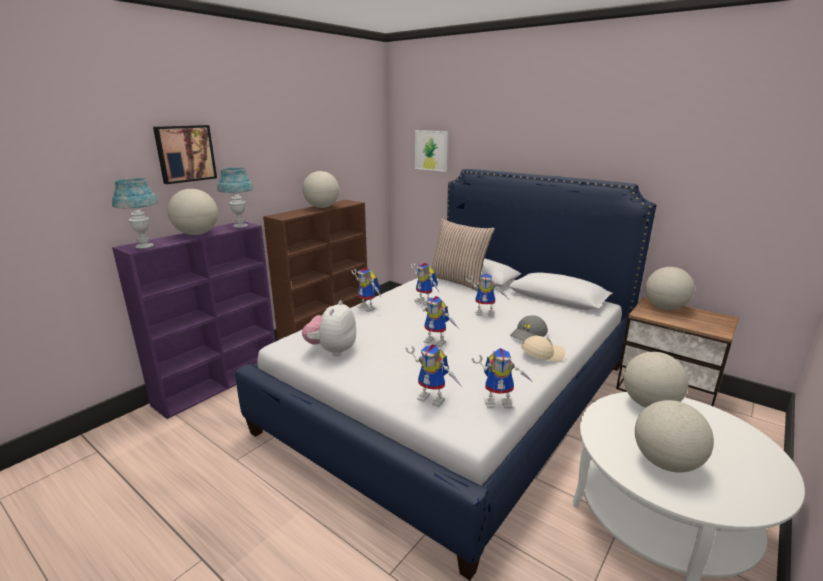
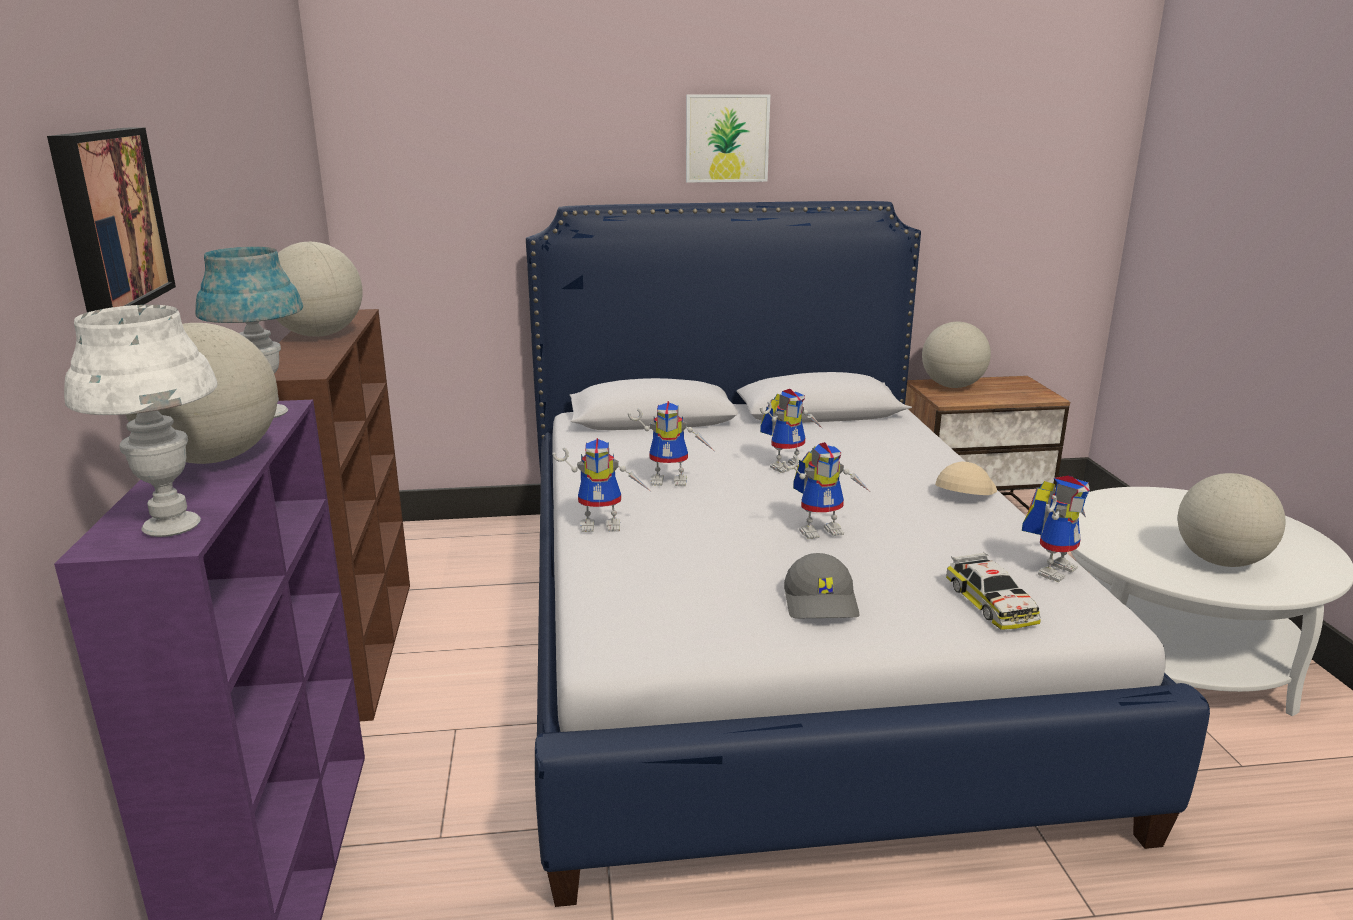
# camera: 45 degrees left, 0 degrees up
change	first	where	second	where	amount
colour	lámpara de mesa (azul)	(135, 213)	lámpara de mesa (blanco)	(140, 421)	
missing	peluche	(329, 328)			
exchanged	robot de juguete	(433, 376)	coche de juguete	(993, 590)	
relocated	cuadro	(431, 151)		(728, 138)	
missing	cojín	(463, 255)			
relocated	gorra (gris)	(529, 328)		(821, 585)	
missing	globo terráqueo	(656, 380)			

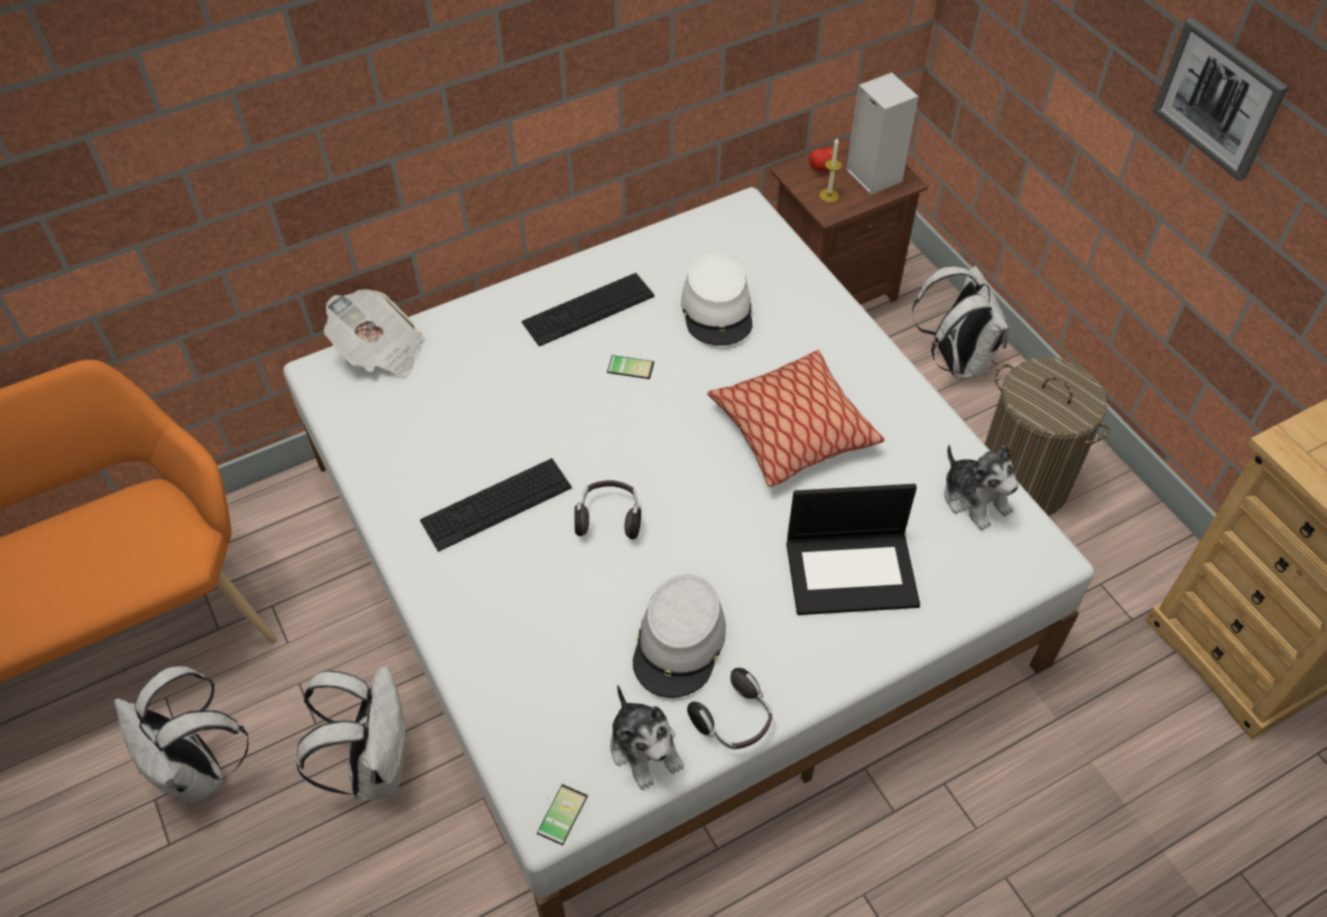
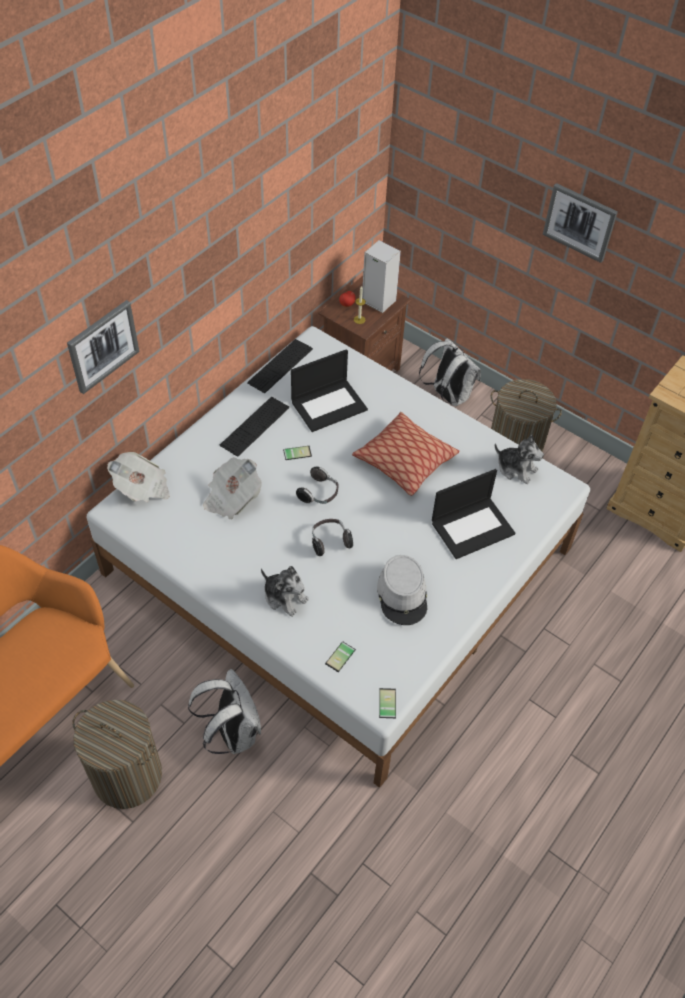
# camera: 25 degrees left, 0 degrees up
change	first	where	second	where	amount
exchanged	mochila (blanco)	(181, 735)	cesto de la ropa	(117, 754)	
relocated	teclado	(496, 505)		(280, 366)	
relocated	peluche	(647, 737)		(285, 591)	
exchanged	sombrero (blanco)	(717, 299)	portátil	(329, 390)	
relocated	auriculares	(729, 709)		(317, 485)	
appeared			cuadro	(103, 347)	
appeared			periódico	(232, 488)	
appeared			móvil	(340, 656)	

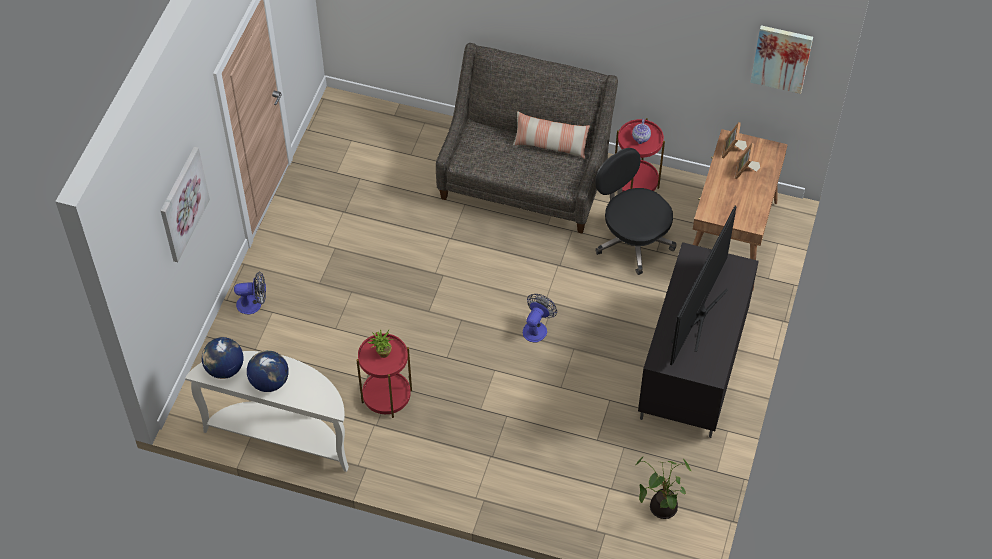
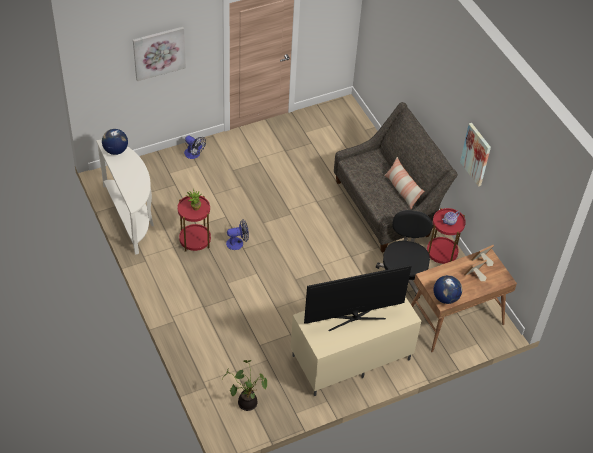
# camera: 45 degrees right, 5 degrees down
change	first	where	second	where	amount
relocated	globo terráqueo	(268, 371)		(447, 289)	
relocated	ventilador	(540, 318)		(237, 234)	
colour	mueble de televisión (negro)	(698, 340)	mueble de televisión (beis)	(356, 346)	
relocated	cuadro	(781, 59)		(475, 155)	

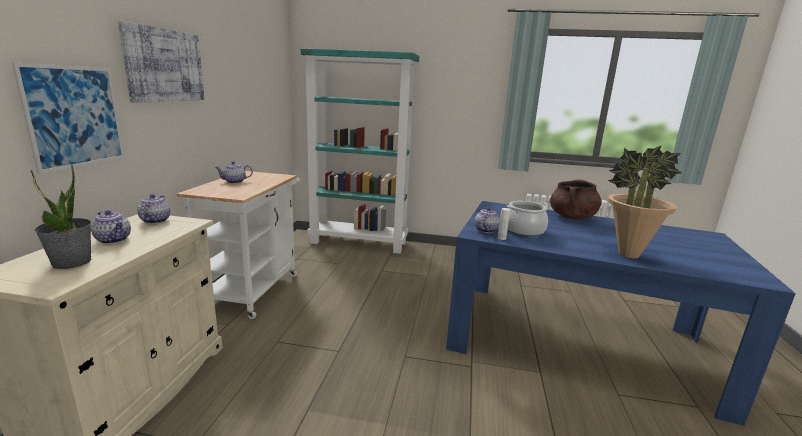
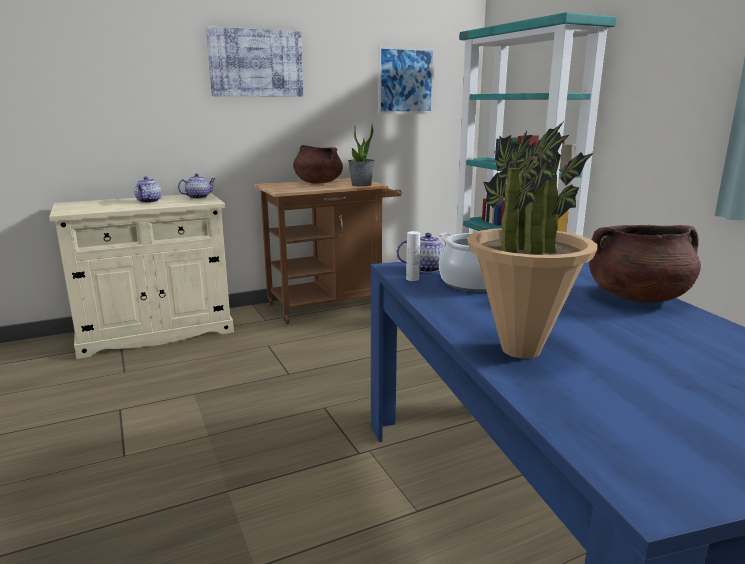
# camera: 55 degrees right, 0 degrees up
change	first	where	second	where	amount
relocated	cuadro	(68, 118)		(406, 80)	
relocated	planta en maceta	(61, 217)		(361, 155)	
colour	carrito (blanco)	(238, 245)	carrito (marrón)	(328, 251)	
exchanged	tetera	(234, 172)	olla (marrón)	(318, 164)	

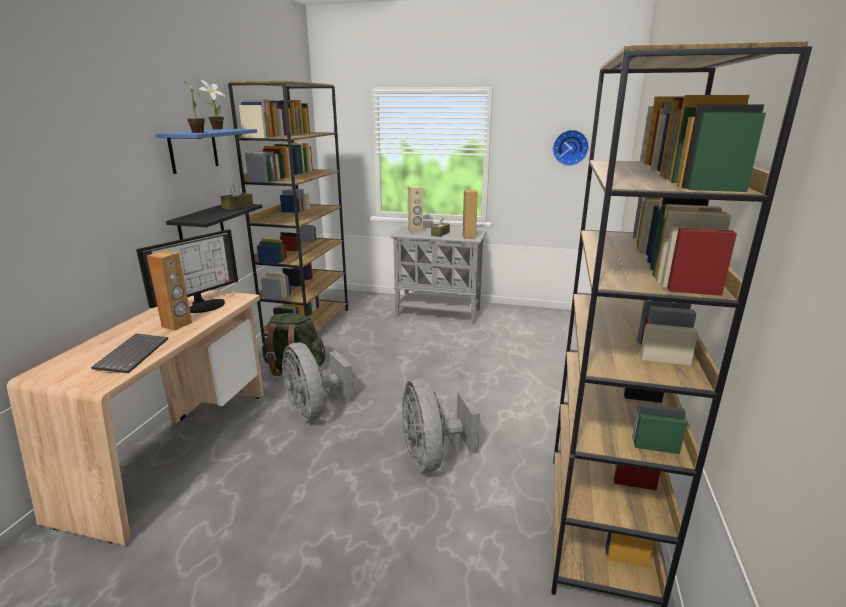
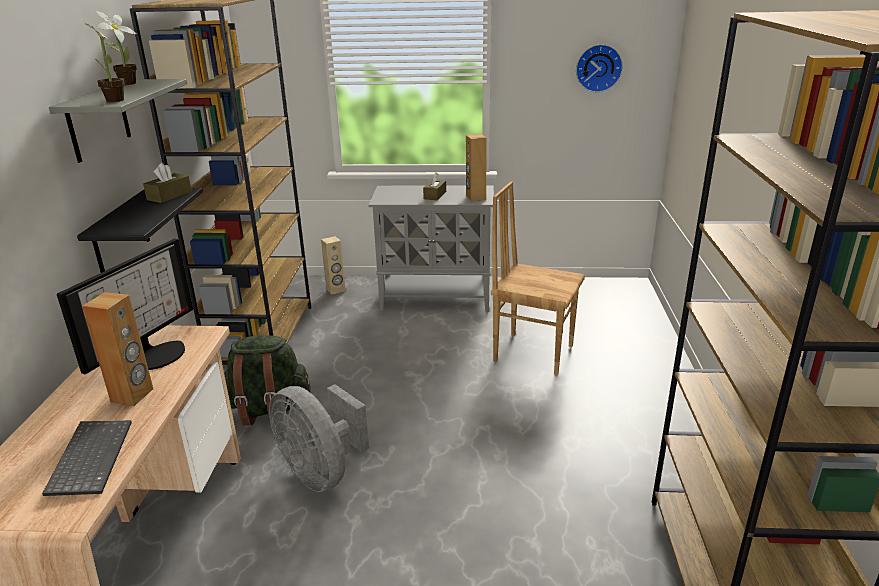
# camera: 10 degrees left, 5 degrees up
change	first	where	second	where	amount
colour	estante (azul)	(206, 151)	estante (gris)	(118, 121)	
missing	ventilador (gris)	(441, 425)			
relocated	altavoz (beis)	(415, 209)		(333, 265)	
appeared			silla (marrón)	(538, 278)	

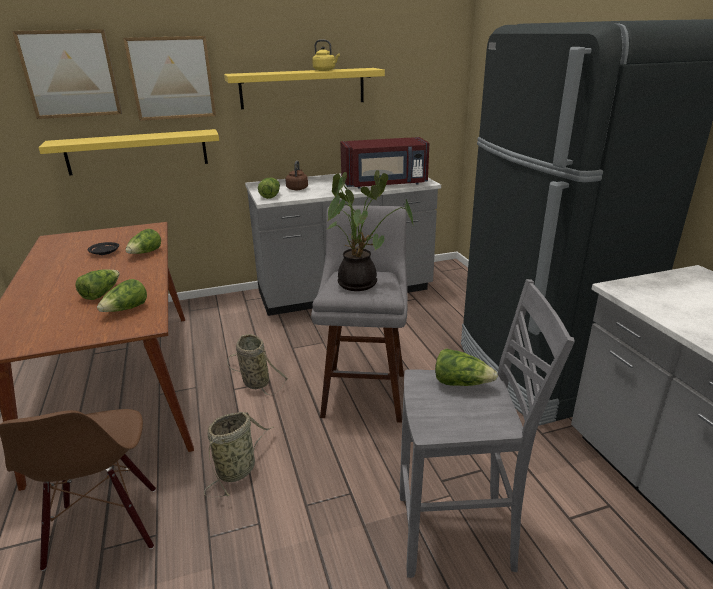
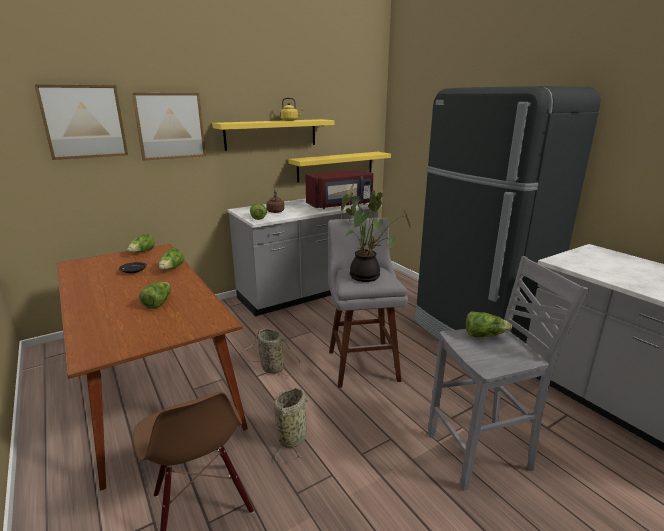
# camera: 15 degrees left, 5 degrees down
change	first	where	second	where	amount
relocated	estante (amarillo)	(128, 152)		(339, 167)	
relocated	lechuga	(122, 295)		(141, 243)	

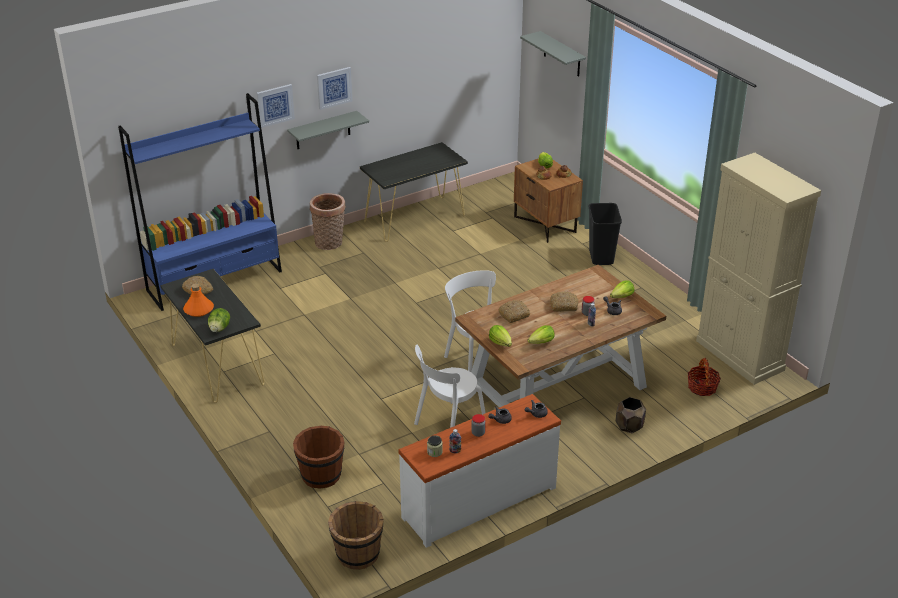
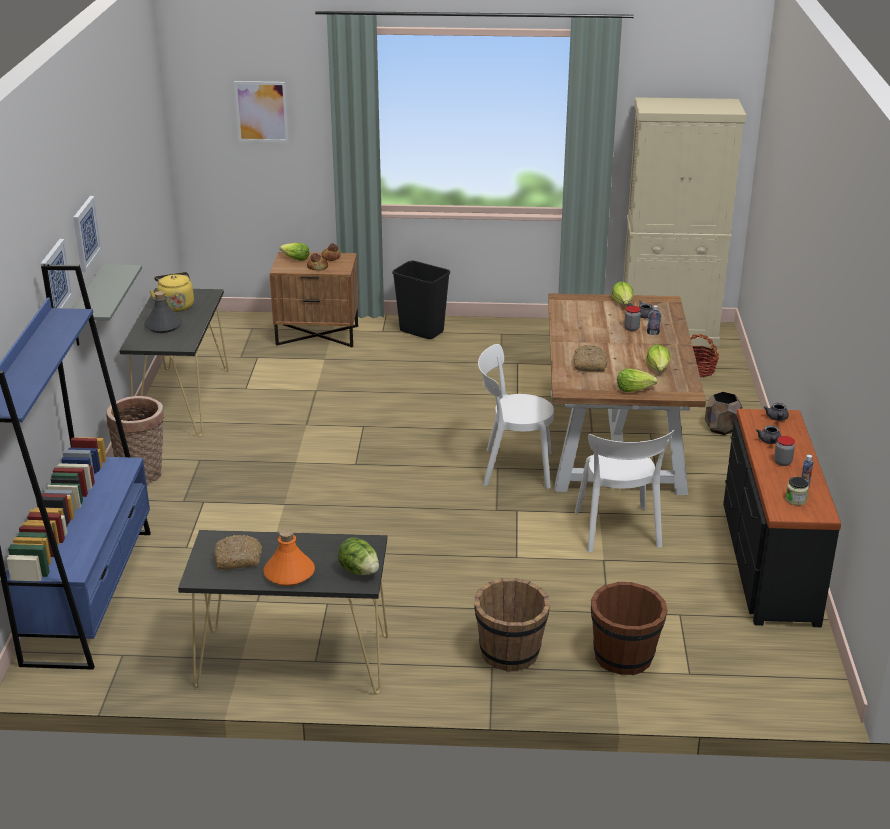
# camera: 55 degrees left, 5 degrees down
change	first	where	second	where	amount
relocated	cubo (marrón)	(356, 535)		(512, 625)	
colour	cómoda (blanco)	(480, 471)	cómoda (negro)	(782, 518)	
exchanged	estante (gris)	(553, 54)	cuadro	(261, 111)	
missing	pan	(564, 301)			
appeared			botella (gris)	(163, 312)	
appeared			hervidor (amarillo)	(172, 292)	

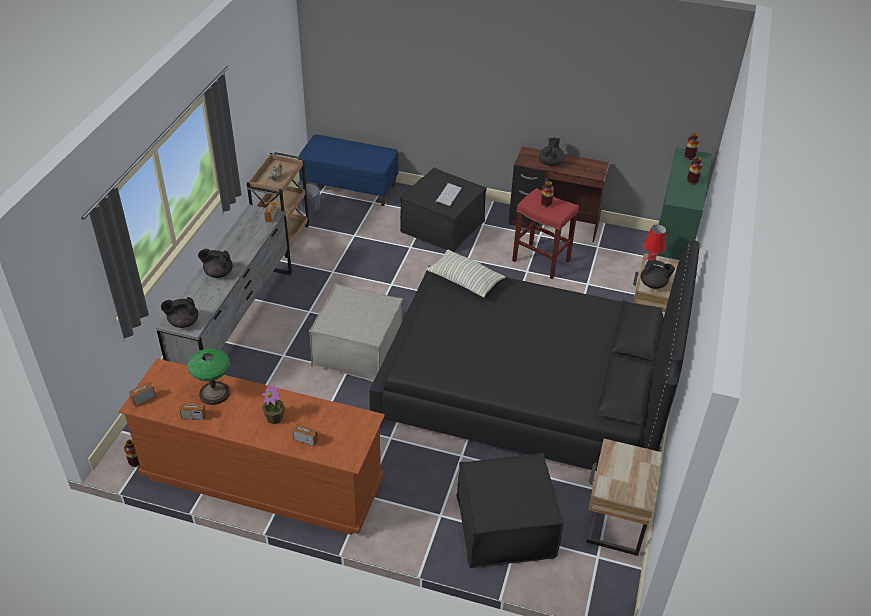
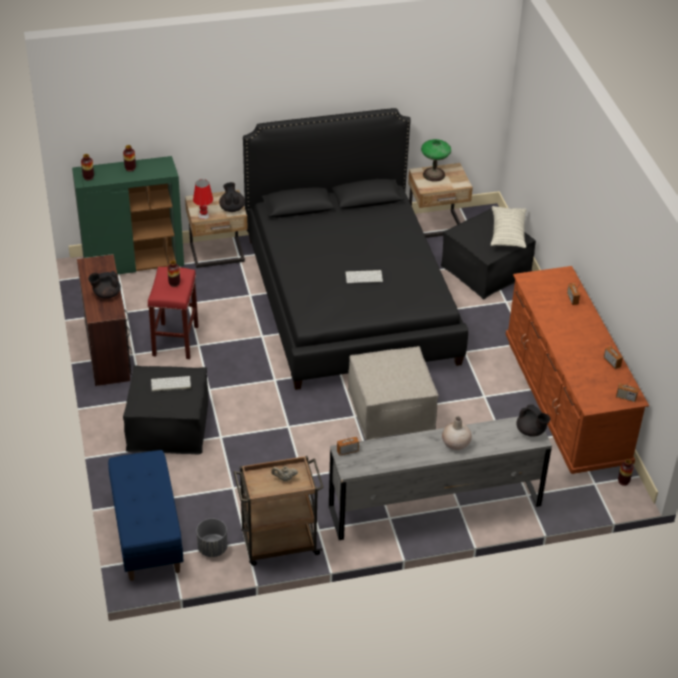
# camera: 120 degrees left, 0 degrees up
change	first	where	second	where	amount
relocated	lámpara de mesa	(209, 376)		(436, 160)	
exchanged	tetera (negro)	(215, 263)	florero (beis)	(457, 433)	
missing	planta en maceta	(273, 404)			
relocated	cojín	(465, 273)		(508, 227)	
appeared			teclado	(364, 276)	

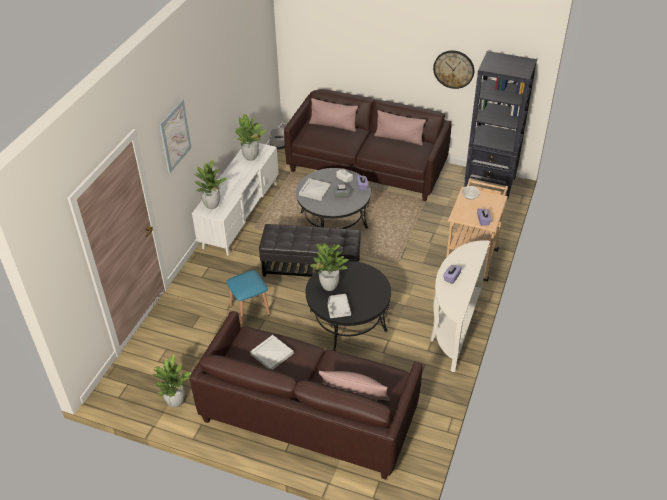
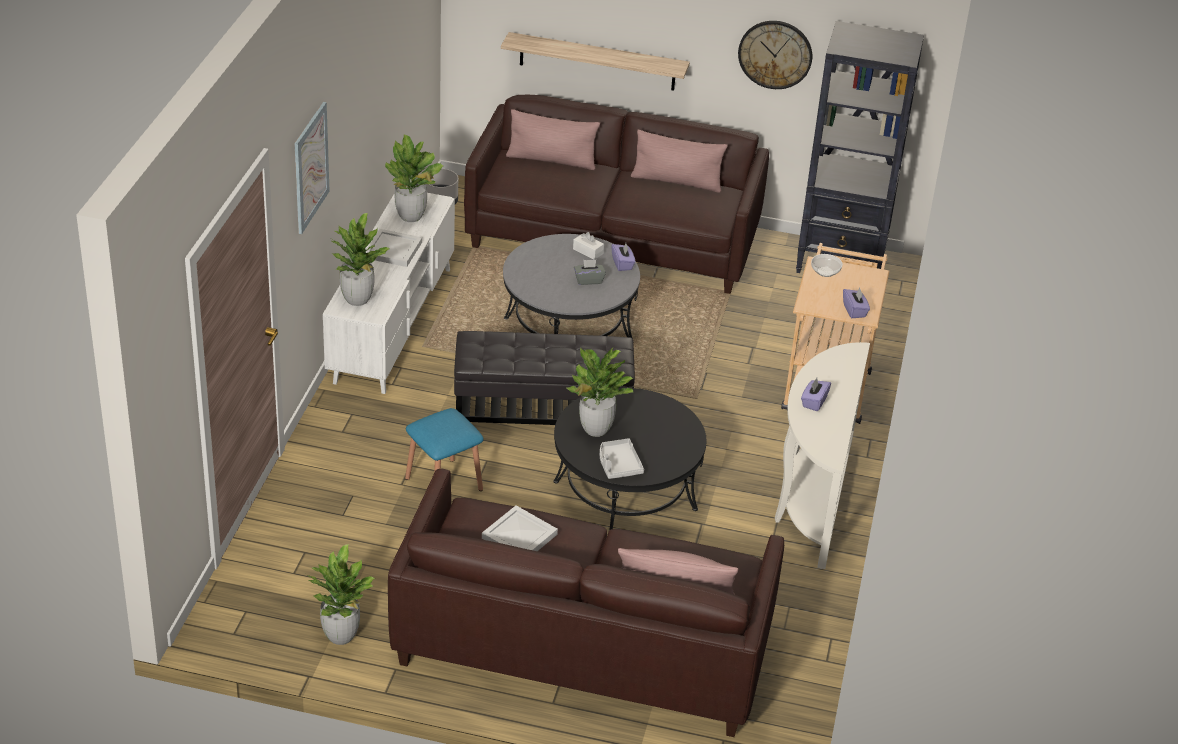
# camera: 10 degrees left, 5 degrees down
change	first	where	second	where	amount
relocated	bandeja (blanco)	(315, 189)		(394, 248)	
appeared			estante	(595, 61)	

